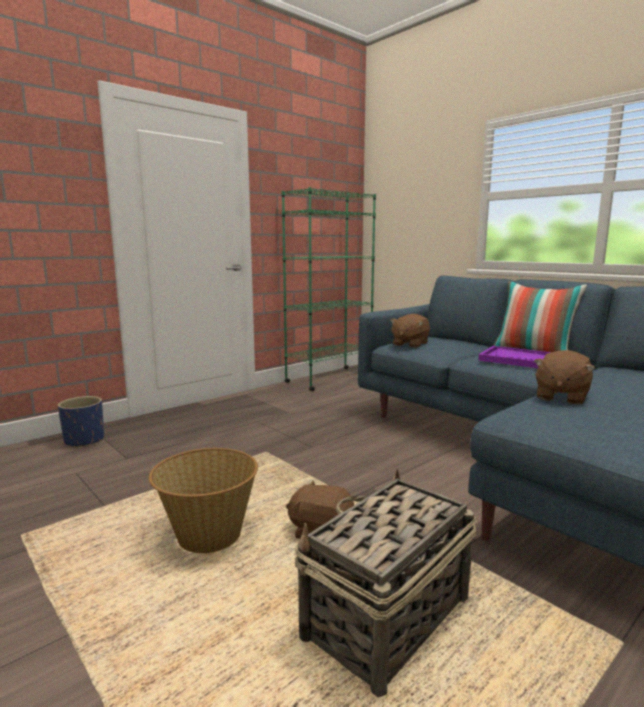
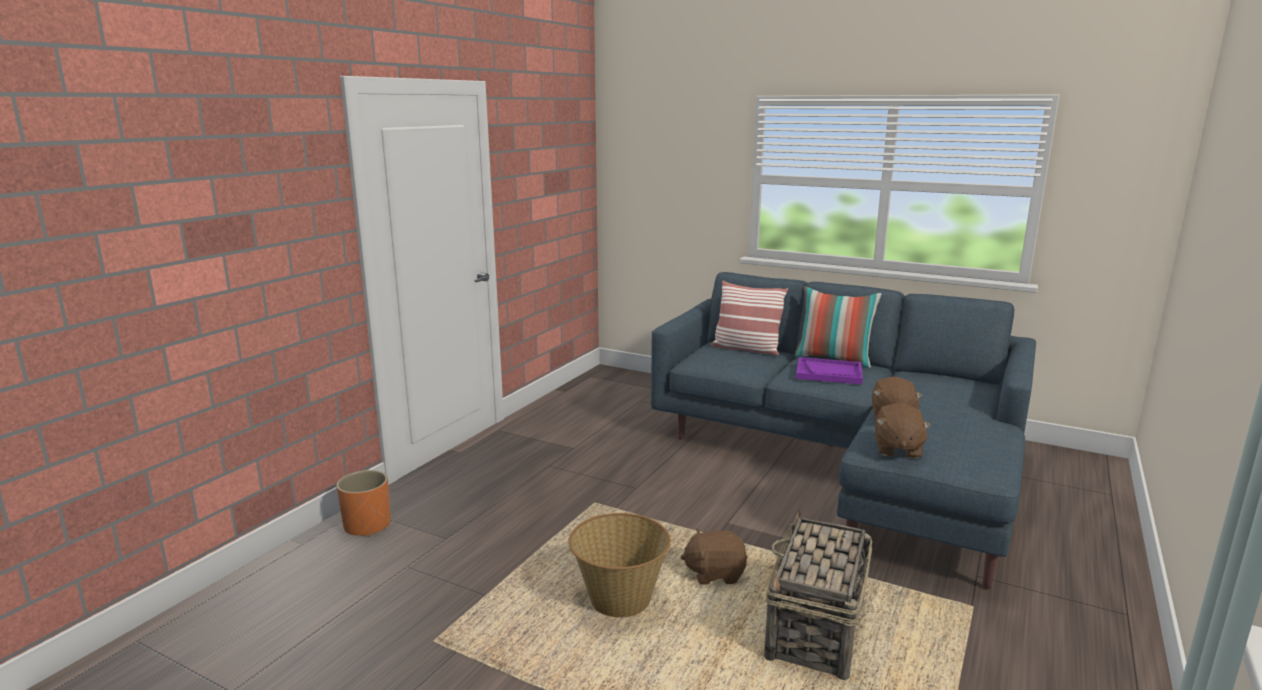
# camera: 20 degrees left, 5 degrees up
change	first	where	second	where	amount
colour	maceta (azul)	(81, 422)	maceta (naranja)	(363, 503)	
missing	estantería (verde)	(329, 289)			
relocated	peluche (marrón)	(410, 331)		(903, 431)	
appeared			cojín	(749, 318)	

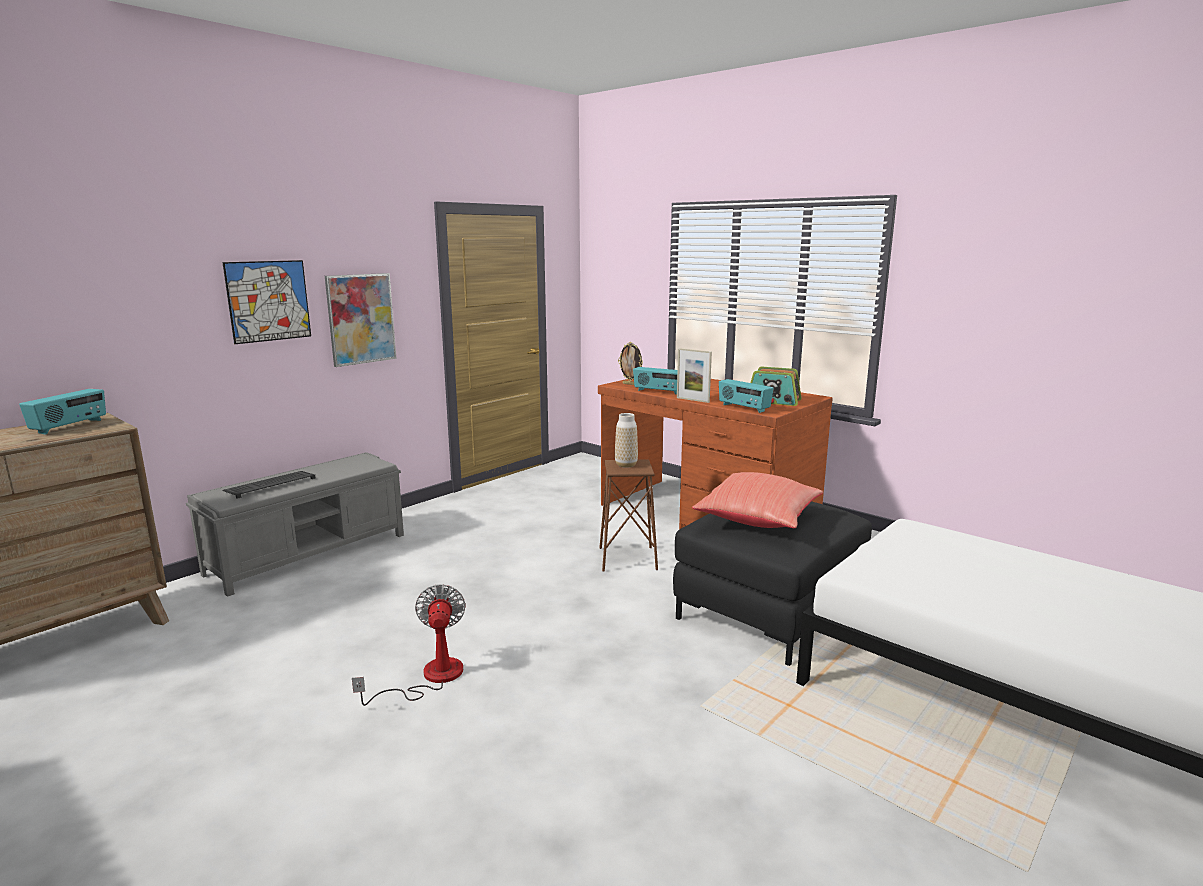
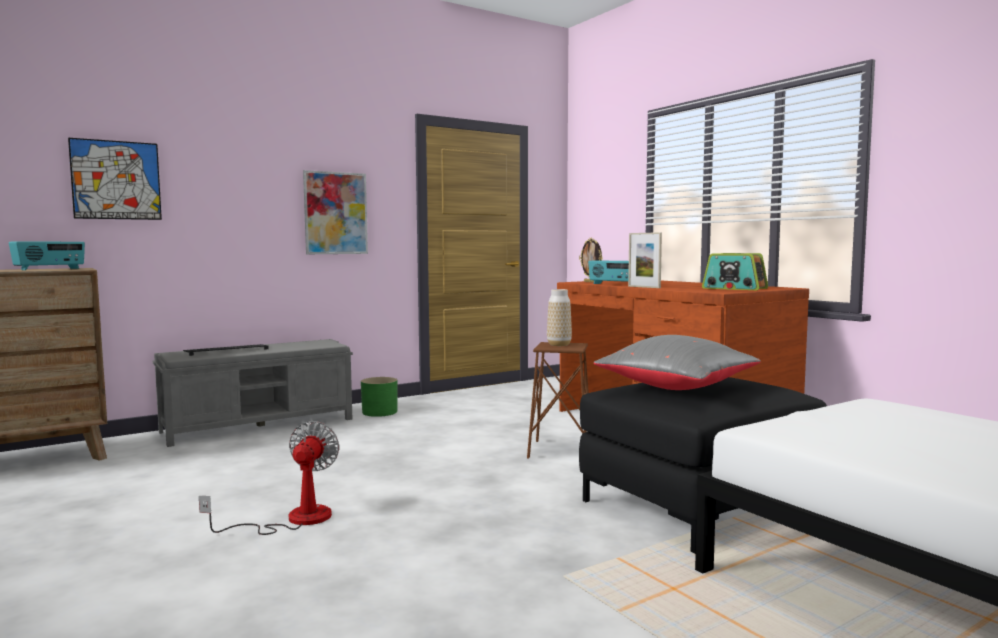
# camera: 15 degrees right, 10 degrees down
change	first	where	second	where	amount
relocated	cuadro	(266, 302)		(115, 179)	
colour	cojín (rojo)	(757, 500)	cojín (gris)	(677, 362)	
missing	radio	(746, 396)			
appeared			maceta (verde)	(379, 397)	

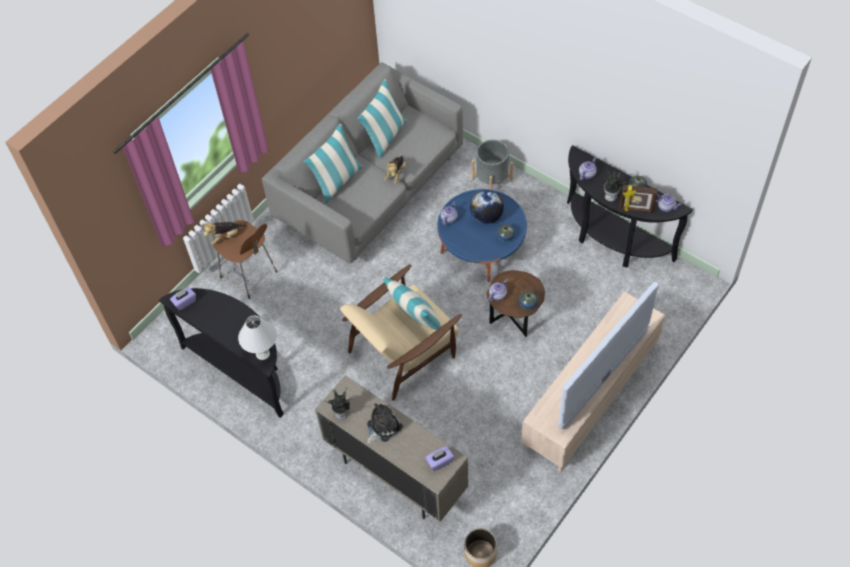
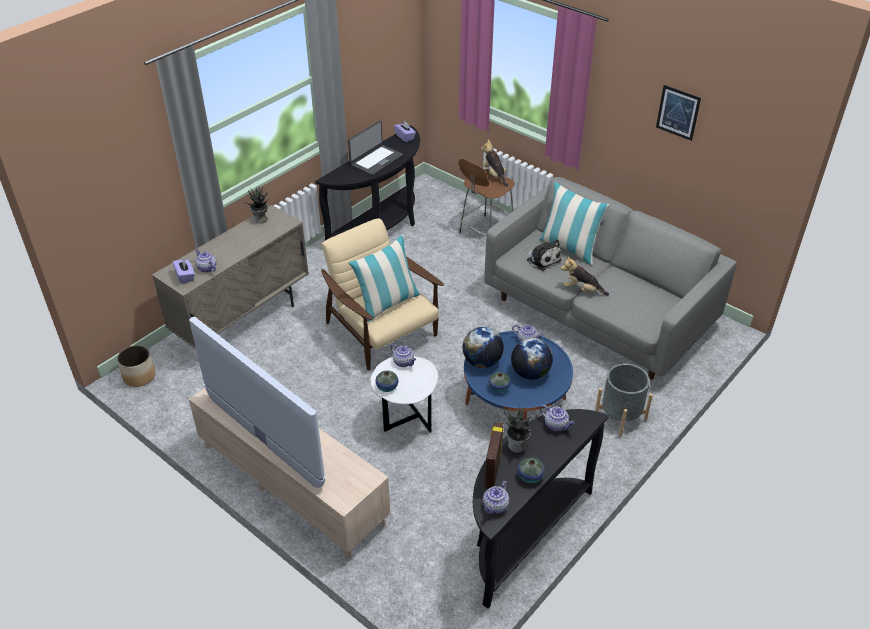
# camera: 90 degrees right, 15 degrees down
change	first	where	second	where	amount
missing	lámpara de mesa (blanco)	(257, 337)			
missing	cojín	(381, 118)			
relocated	peluche	(384, 423)		(543, 255)	
colour	mesa auxiliar (marrón)	(515, 303)	mesa auxiliar (blanco)	(404, 394)	
appeared			tetera	(206, 261)	
appeared			portátil	(376, 148)	
appeared			globo terráqueo	(483, 347)	
appeared			cuadro	(678, 113)	

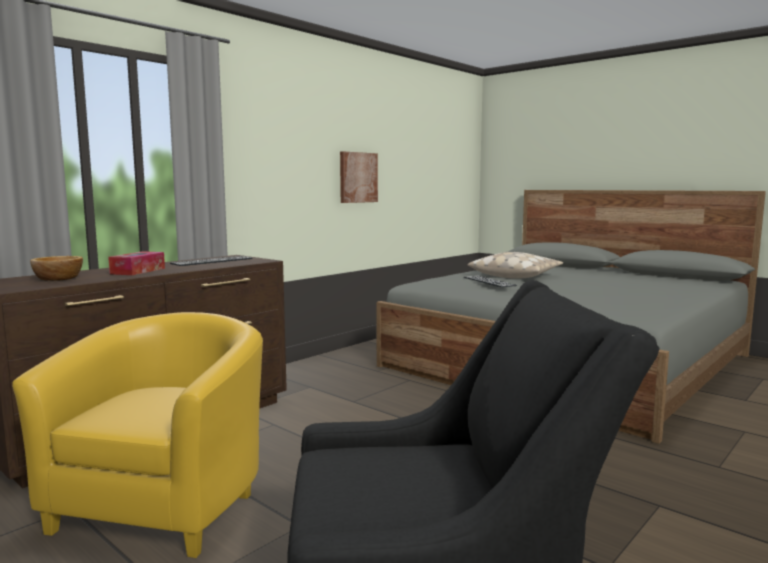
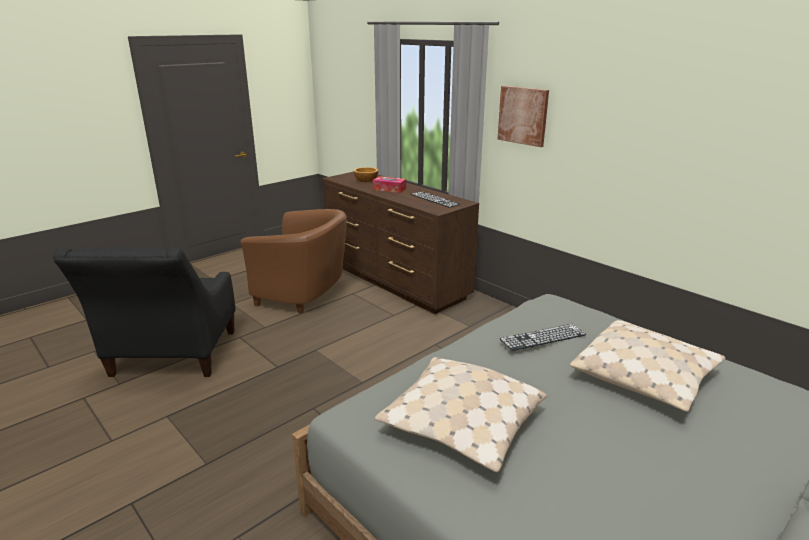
# camera: 95 degrees right, 15 degrees up
change	first	where	second	where	amount
colour	sillón (amarillo)	(137, 435)	sillón (marrón)	(294, 261)	
relocated	cuadro	(359, 177)		(523, 116)	
appeared			cojín (beis)	(461, 414)	

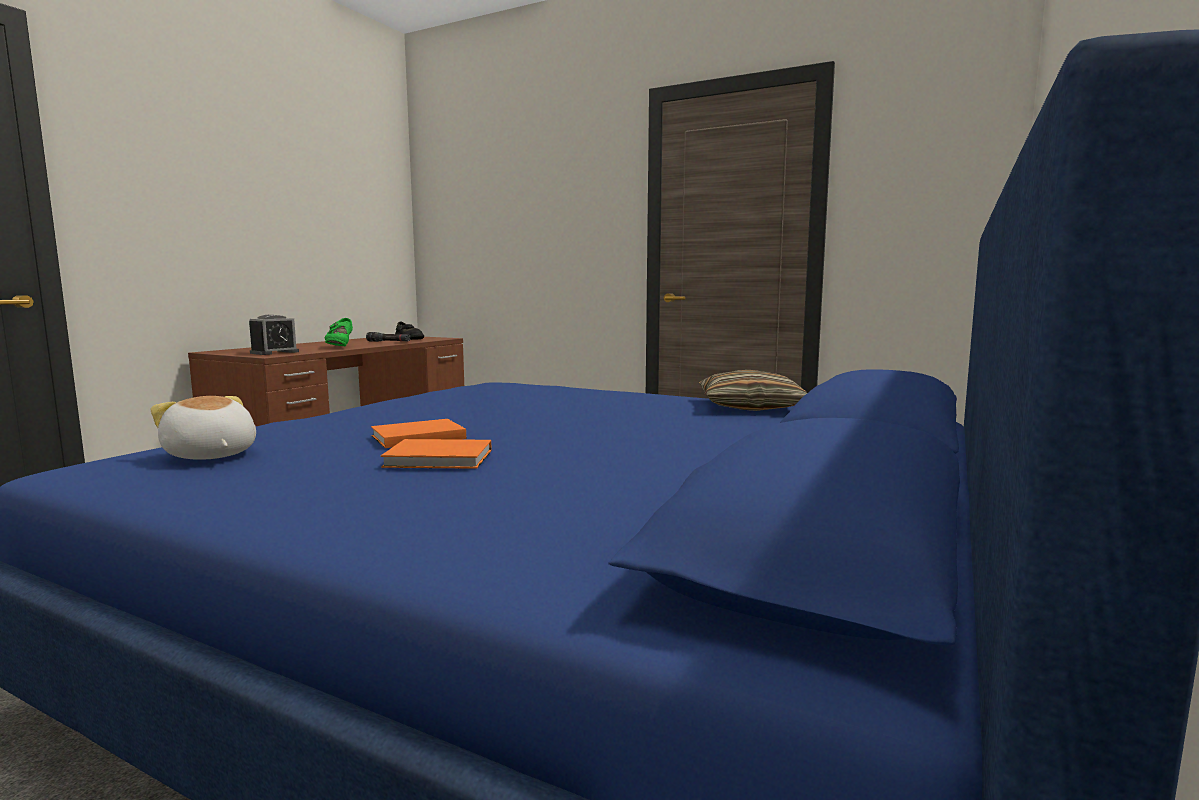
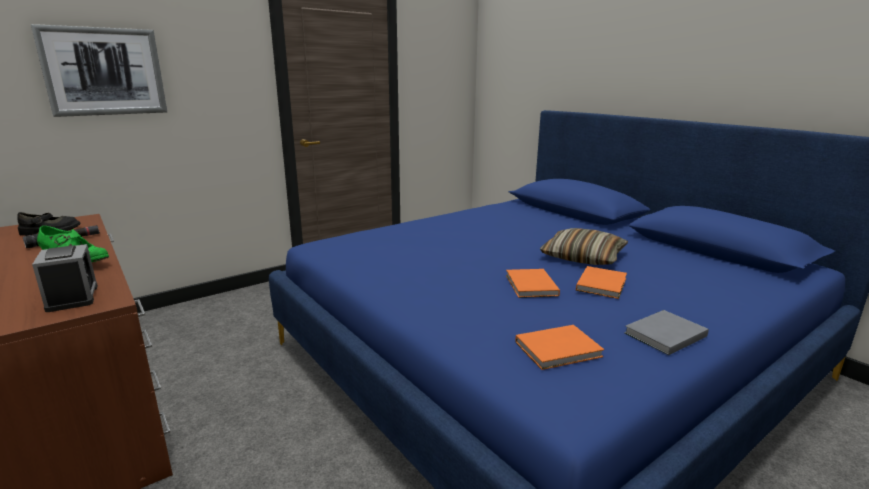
# camera: 65 degrees left, 10 degrees up
change	first	where	second	where	amount
exchanged	peluche	(203, 428)	libro (naranja)	(559, 347)	
relocated	cojín	(753, 390)		(584, 246)	
appeared			cuadro	(99, 70)	
appeared			libro (gris)	(666, 332)	

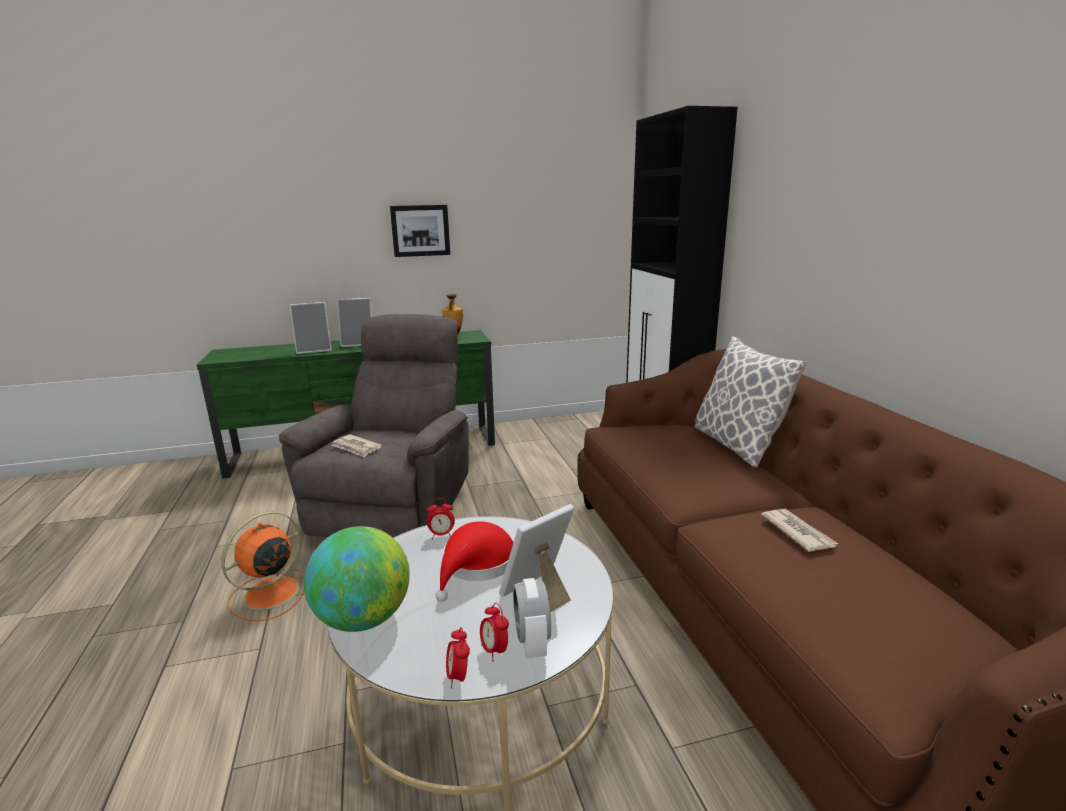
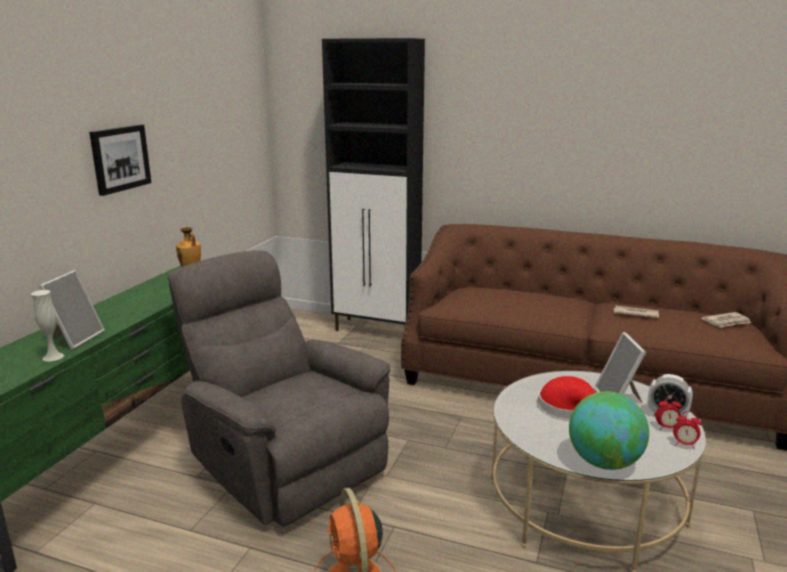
# camera: 55 degrees left, 0 degrees up
change	first	where	second	where	amount
relocated	periódico	(356, 445)		(726, 320)	
missing	portarretratos	(354, 322)			
missing	despertador	(441, 518)			
missing	cojín	(750, 402)			
appeared			florero (blanco)	(47, 326)	

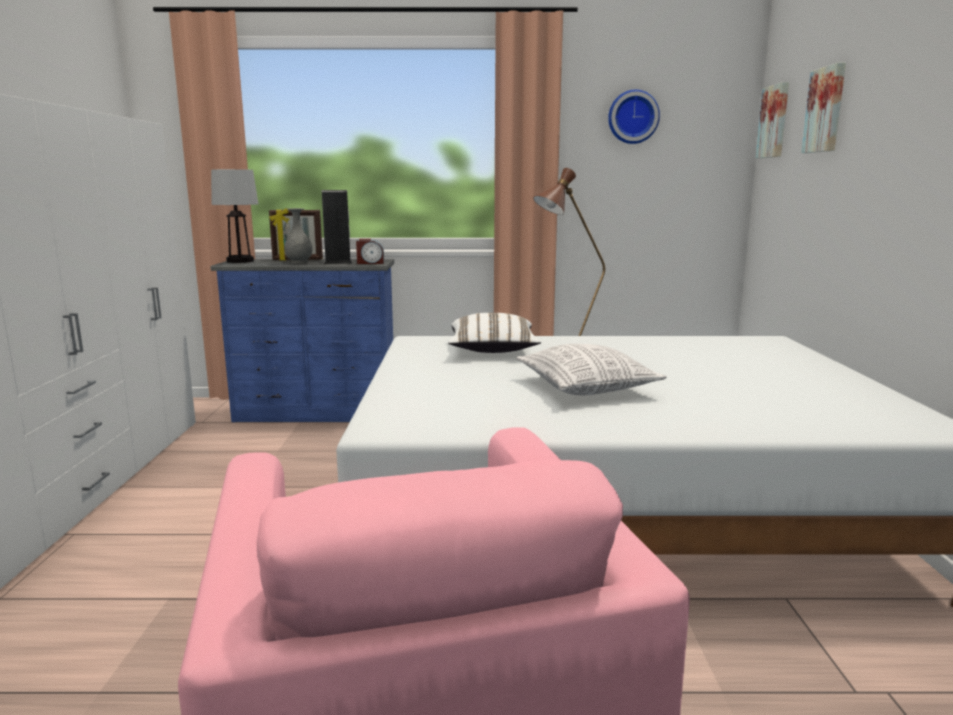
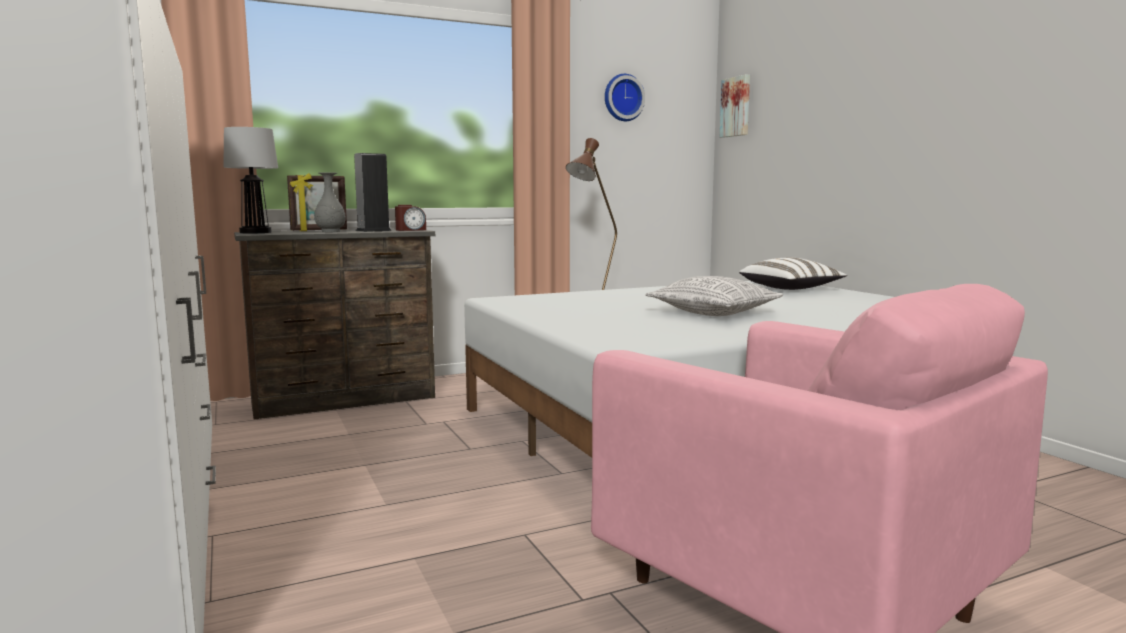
# camera: 25 degrees left, 5 degrees down
change	first	where	second	where	amount
colour	cómoda (azul)	(302, 340)	cómoda (marrón)	(334, 324)	
relocated	cojín (blanco)	(494, 333)		(793, 273)	
missing	cuadro	(823, 108)			

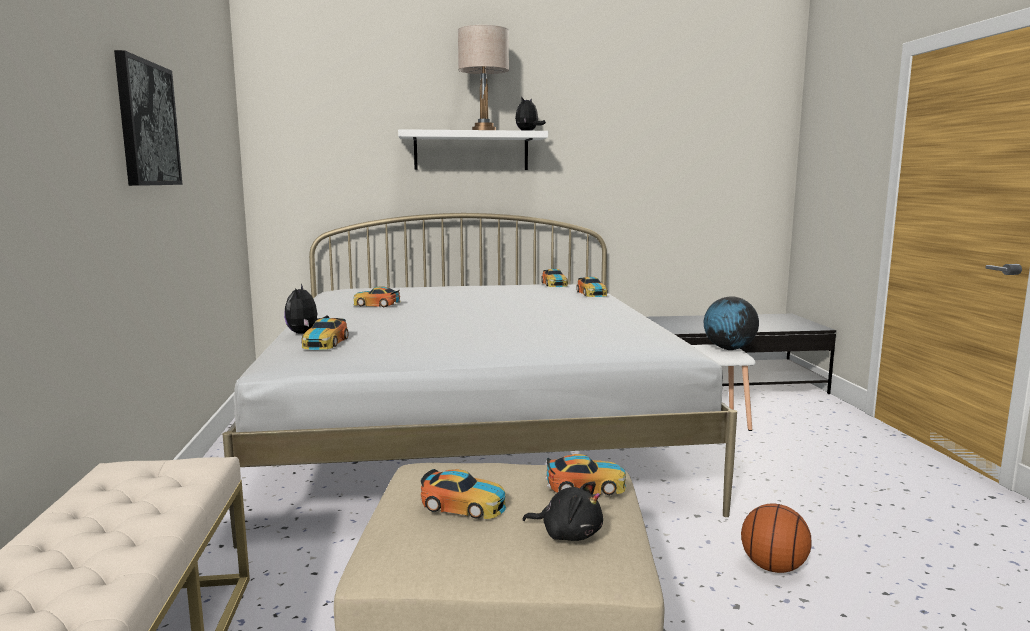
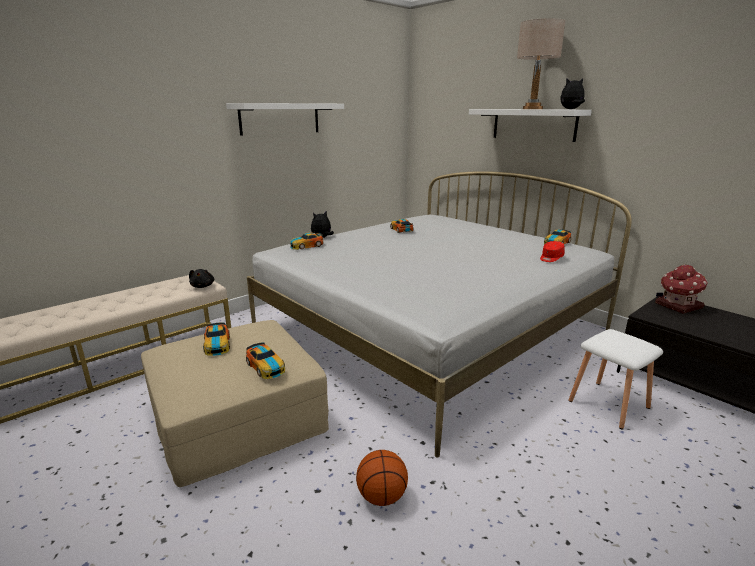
# camera: 55 degrees right, 10 degrees up
change	first	where	second	where	amount
exchanged	cuadro	(148, 118)	estante (blanco)	(285, 119)	
relocated	peluche (negro)	(562, 511)		(201, 278)	
exchanged	coche de juguete	(592, 287)	gorra (rojo)	(552, 251)	
missing	globo terráqueo	(731, 323)			
appeared			casita	(681, 289)	

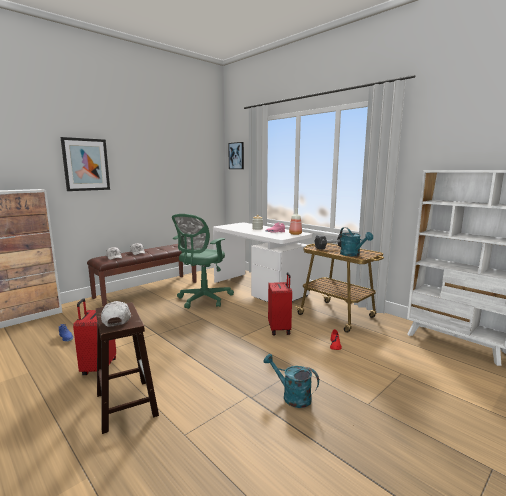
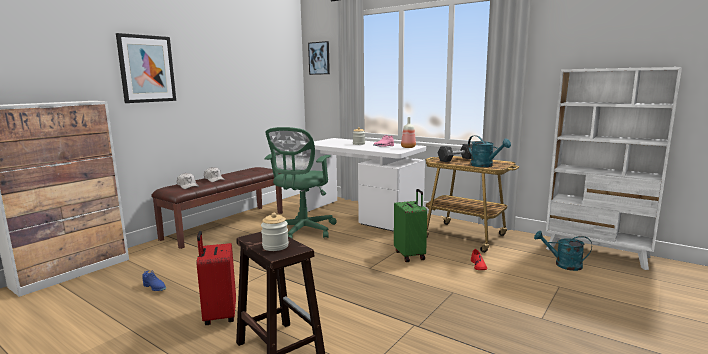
# camera: 10 degrees left, 0 degrees up
change	first	where	second	where	amount
exchanged	gorra (blanco)	(116, 313)	tarro	(275, 232)	
relocated	regadera (turquesa)	(291, 381)		(563, 251)	
colour	maleta (rojo)	(280, 303)	maleta (verde)	(410, 225)	

